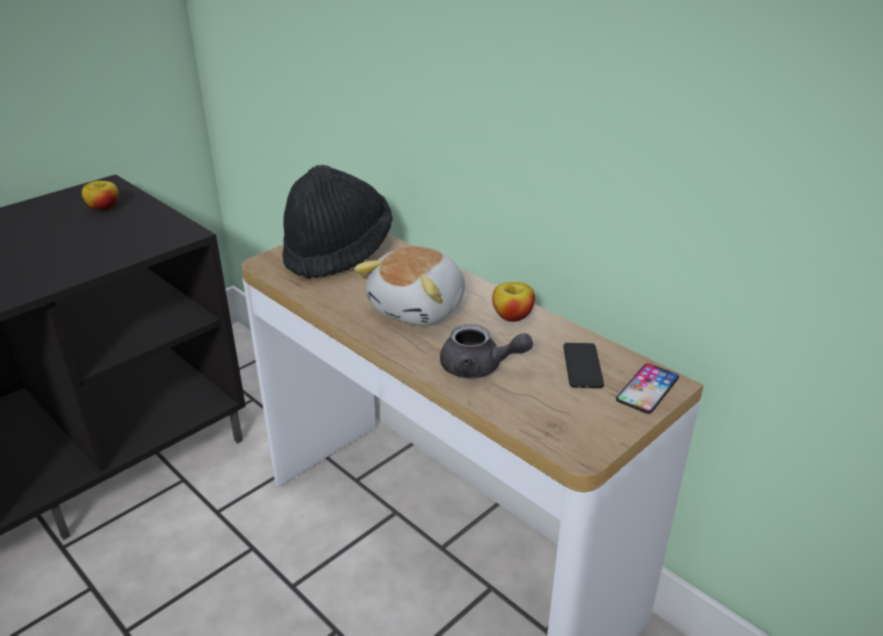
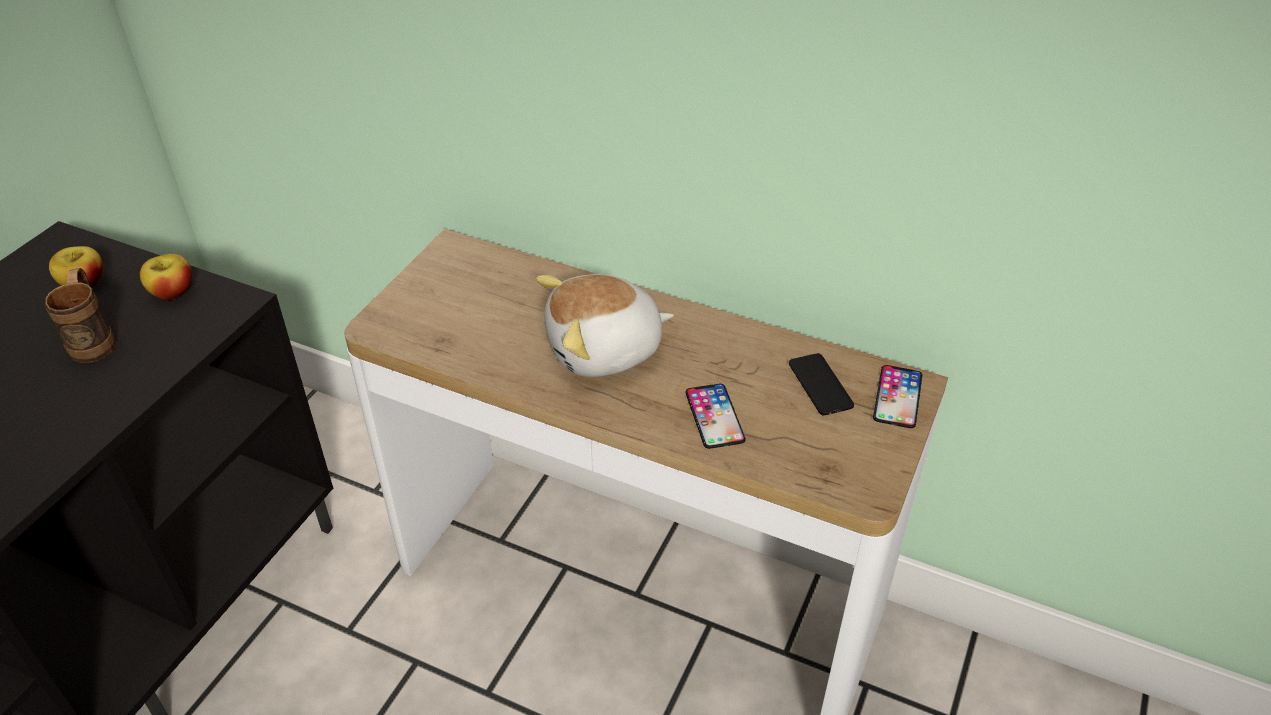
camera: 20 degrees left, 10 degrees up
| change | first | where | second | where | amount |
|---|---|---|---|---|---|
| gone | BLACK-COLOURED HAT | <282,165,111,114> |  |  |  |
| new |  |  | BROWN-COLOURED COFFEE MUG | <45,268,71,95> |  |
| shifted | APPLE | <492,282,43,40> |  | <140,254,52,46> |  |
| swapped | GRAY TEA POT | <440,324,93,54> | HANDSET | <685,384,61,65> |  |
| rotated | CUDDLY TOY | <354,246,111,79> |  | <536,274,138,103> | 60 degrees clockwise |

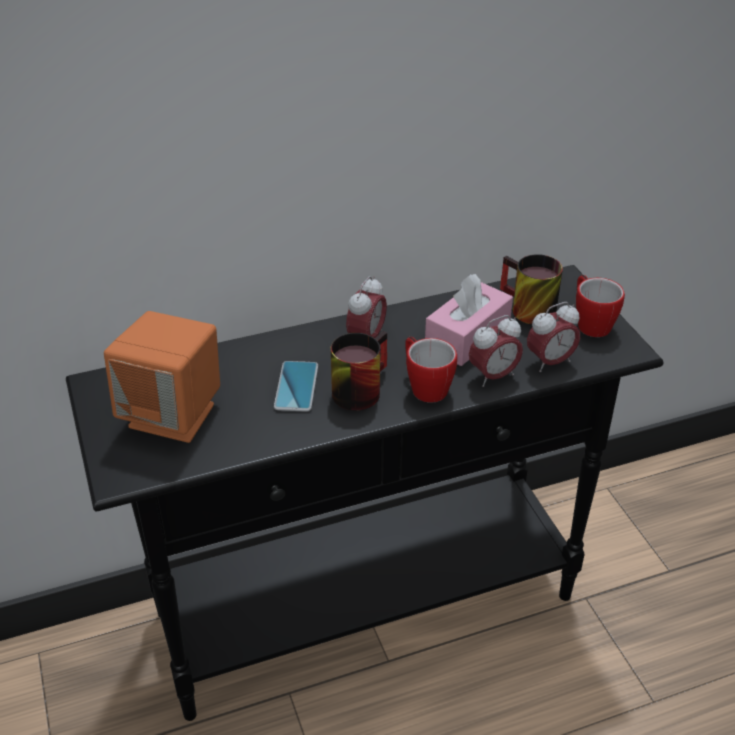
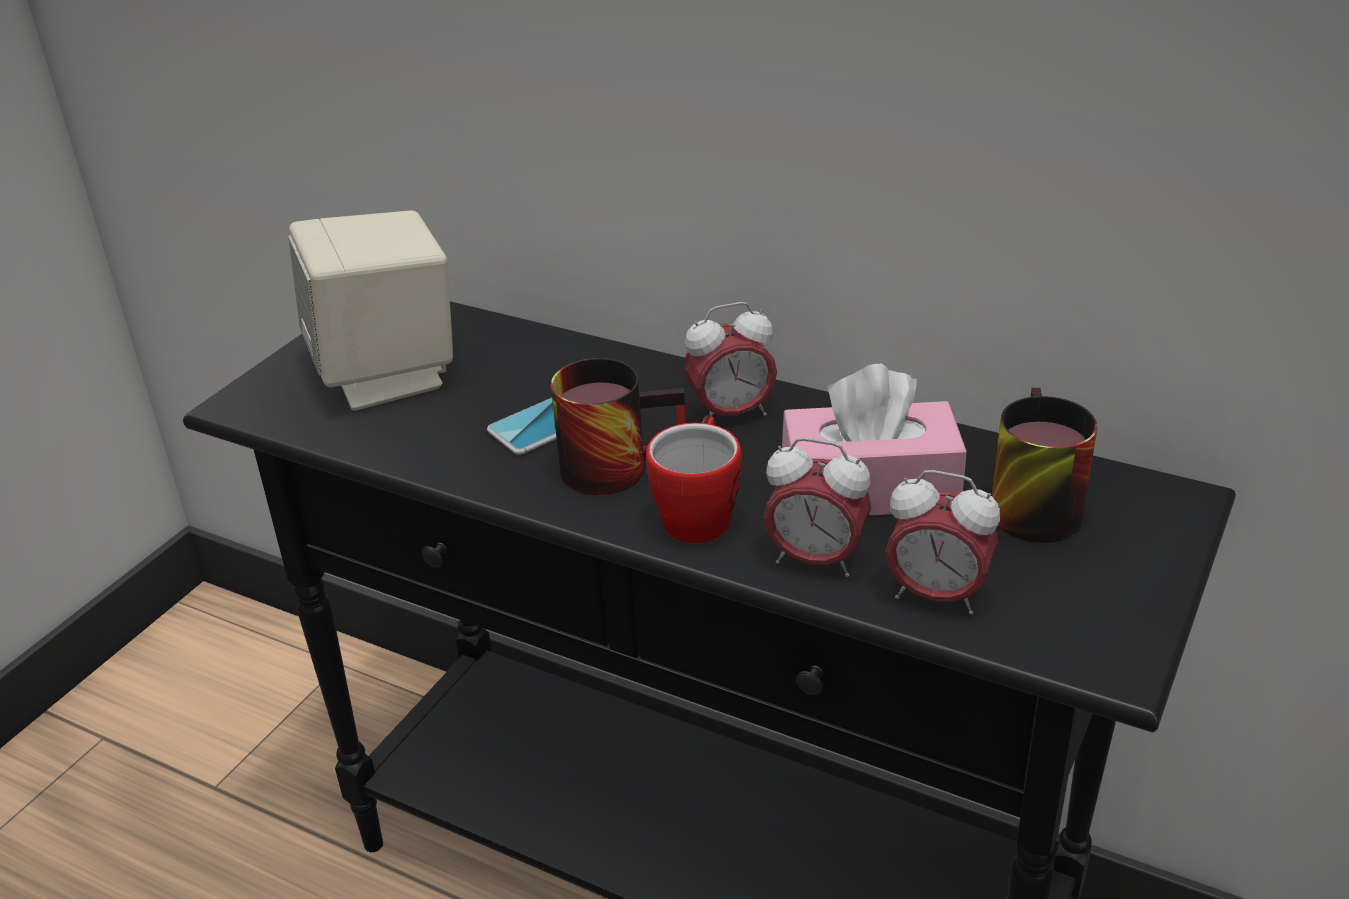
camera: 50 degrees right, 5 degrees down
| change | first | where | second | where | amount |
|---|---|---|---|---|---|
| gone | COFFEE MUG | <576,275,49,62> |  |  |  |
| repainted | ORANGE-COLOURED LOUDSPEAKER | <104,311,116,132> | BEIGE-COLOURED LOUDSPEAKER | <288,211,165,200> |  |

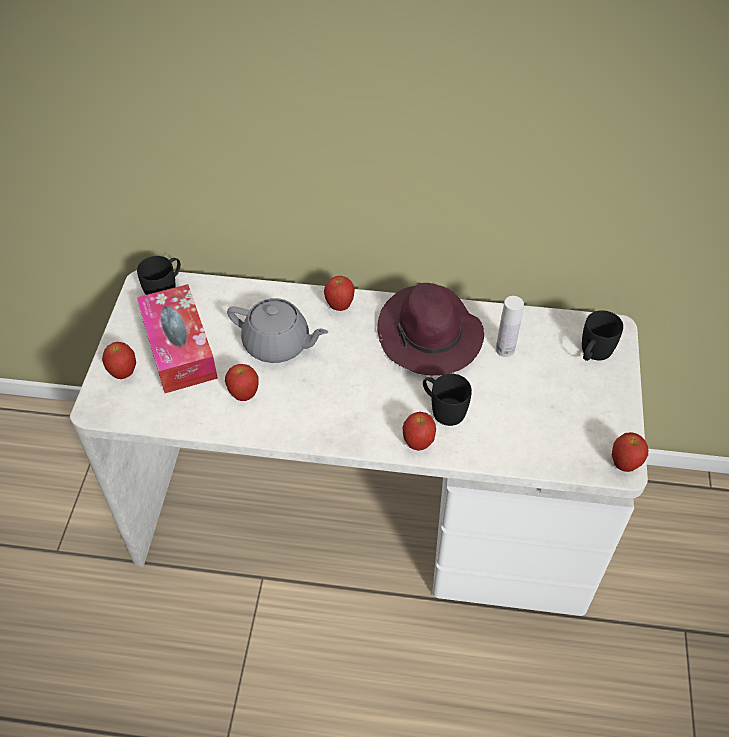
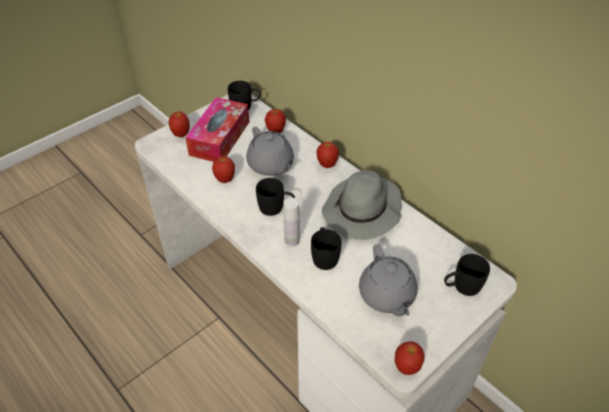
camera: 40 degrees right, 5 degrees down
| change | first | where | second | where | amount |
|---|---|---|---|---|---|
| new |  |  | BLACK-COLOURED COFFEE MUG | <256,178,39,38> |  |
| new |  |  | GRAY TEA POT | <359,244,58,72> |  |
| shifted | APPLE | <403,412,33,39> |  | <265,109,21,24> |  |
| shifted | WHITE DRINK BOTTLE | <496,296,28,61> |  | <284,198,16,49> |  |
| repainted | PURPLE-COLOURED HAT | <377,283,107,93> | GRAY HAT | <322,171,80,69> |  |

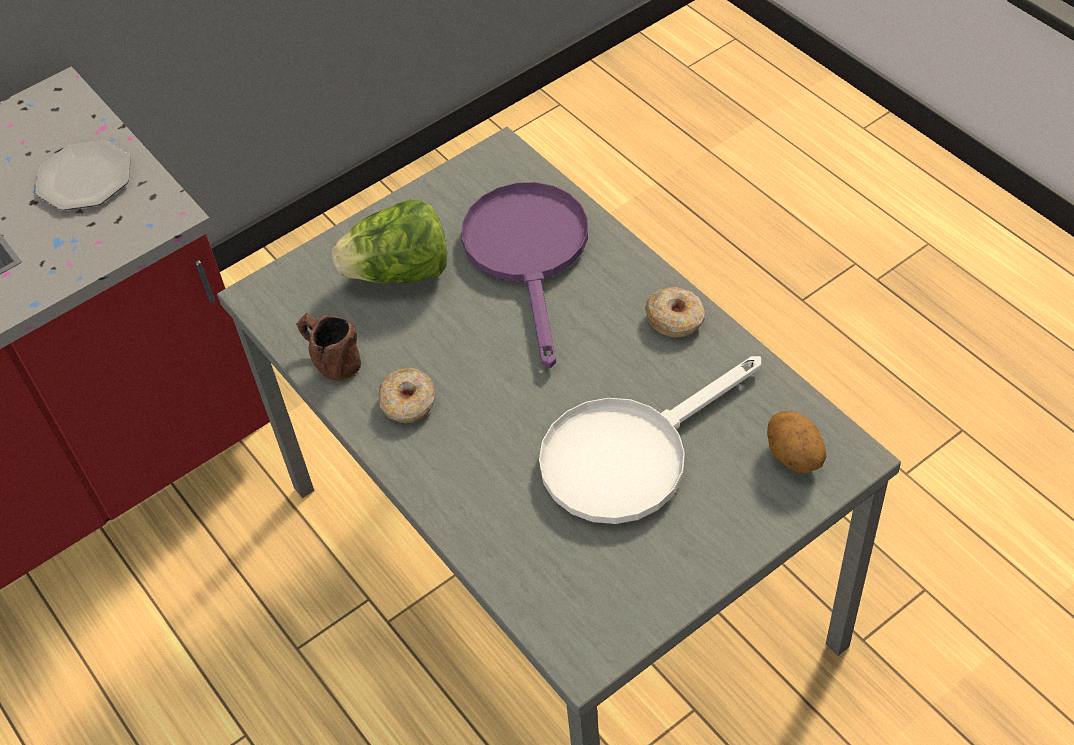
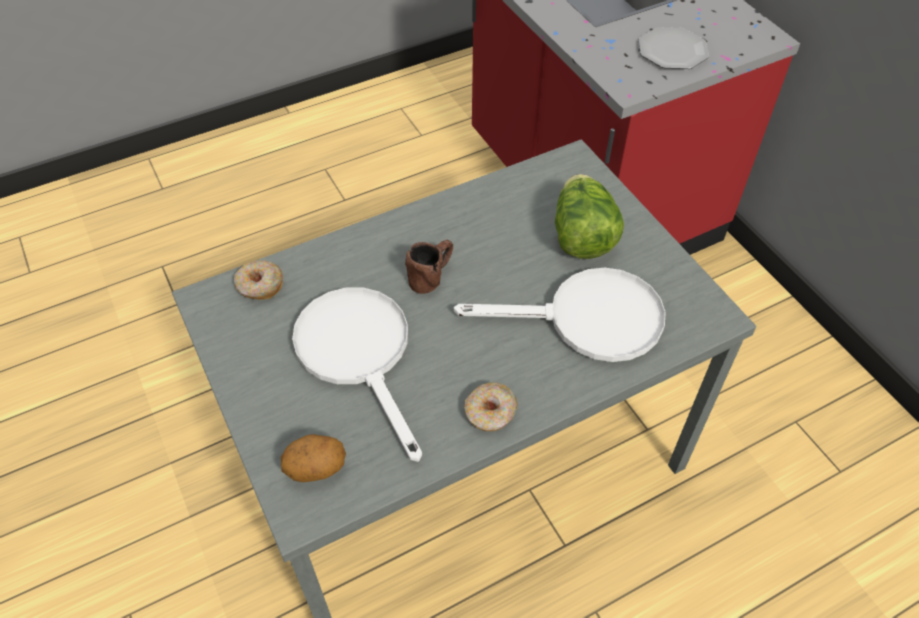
camera: 95 degrees right, 0 degrees up
| change | first | where | second | where | amount |
|---|---|---|---|---|---|
| shifted | BROWN-COLOURED COFFEE MUG | <296,313,65,68> |  | <405,239,48,55> |  |
| shifted | DOUGHNUT | <379,368,56,56> |  | <234,261,49,39> |  |
| repainted | PURPLE-COLOURED SKILLET | <461,182,127,186> | WHITE SKILLET | <454,268,212,94> |  |

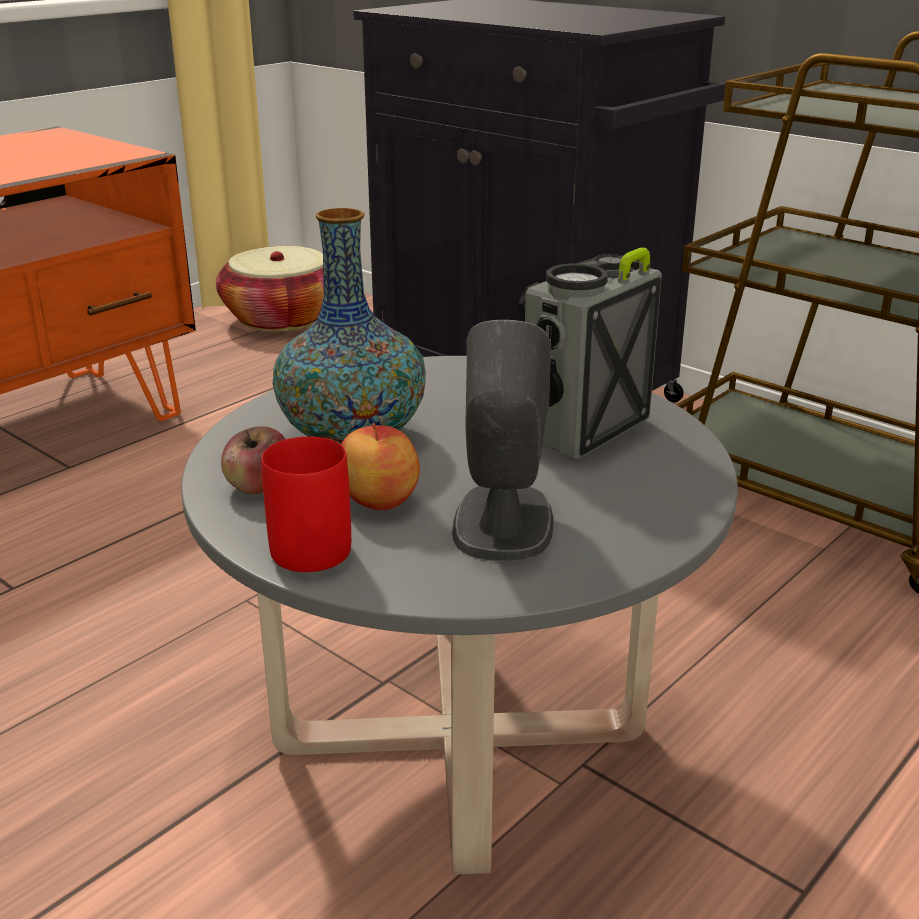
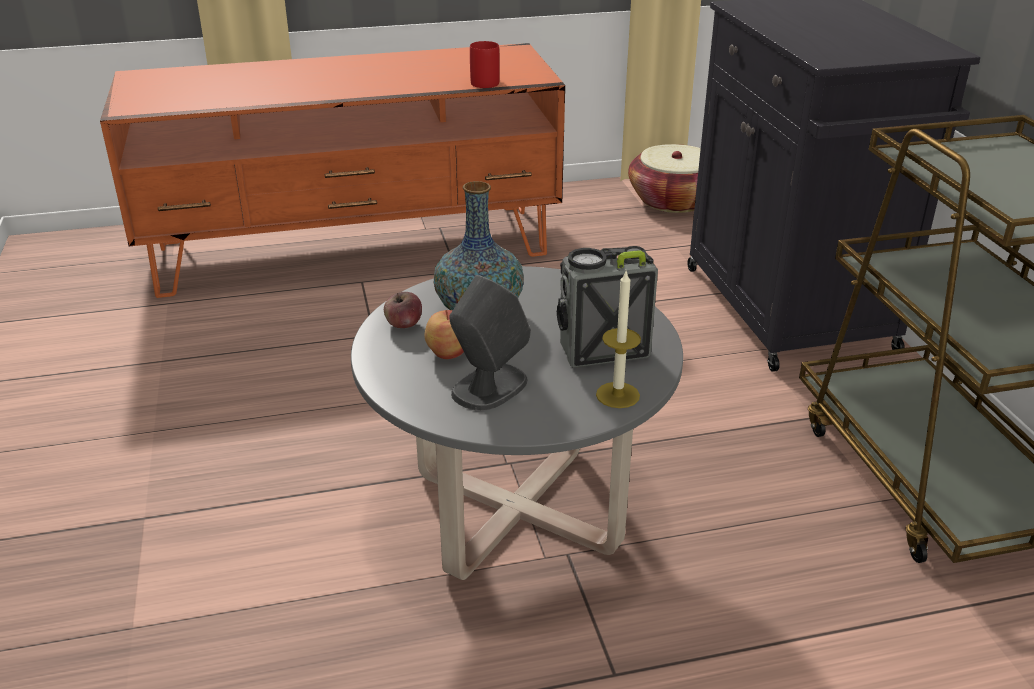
camera: 35 degrees right, 5 degrees up
| change | first | where | second | where | amount |
|---|---|---|---|---|---|
| new |  |  | CANDLE | <596,271,45,137> |  |
| shifted | REDDISH COFFEE MUG | <262,436,89,136> |  | <470,41,30,47> |  |

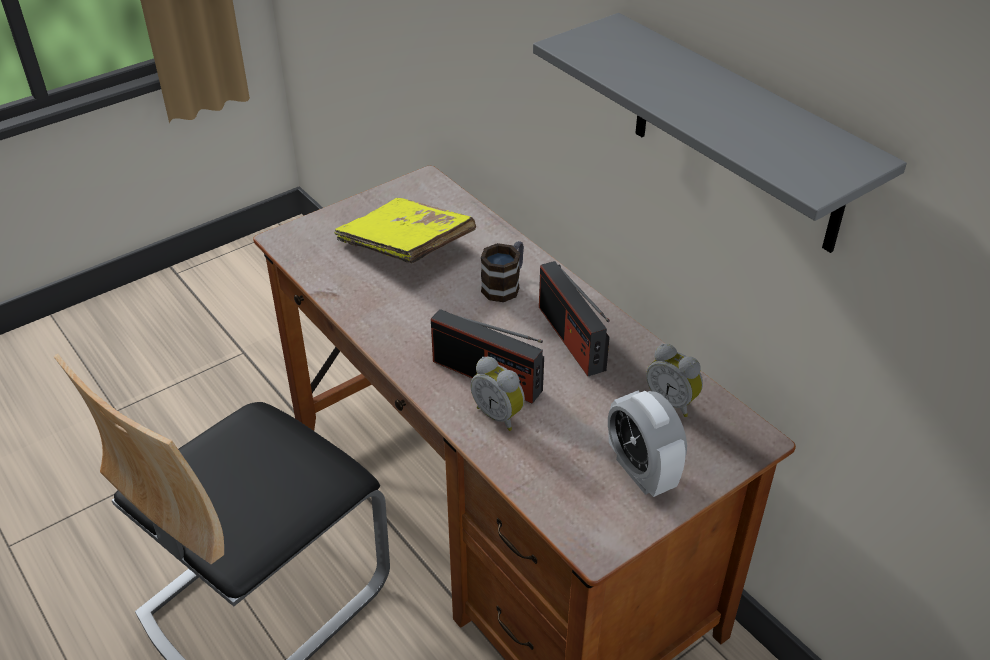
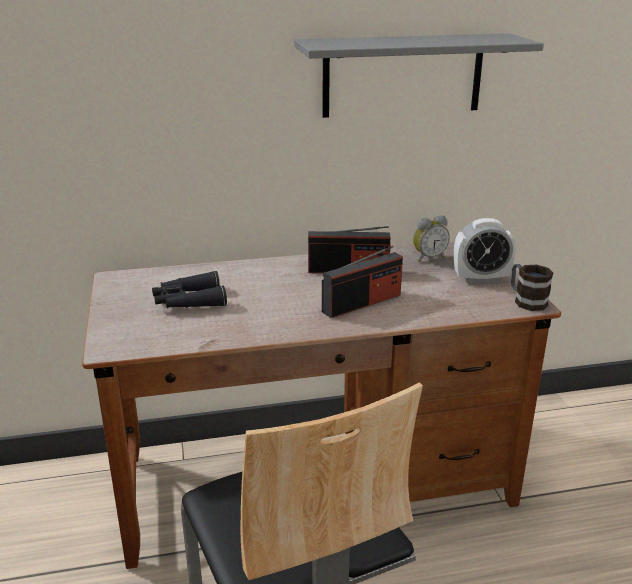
camera: 65 degrees left, 15 degrees down
| change | first | where | second | where | amount |
|---|---|---|---|---|---|
| gone | BEDSIDE CLOCK | <470,357,55,74> |  |  |  |
| shifted | COFFEE MUG | <481,241,43,61> |  | <511,264,42,47> |  |
| swapped | YELLOW BOOK | <334,198,142,66> | BLACK-COLOURED FIELD GLASSES | <152,271,75,37> |  |

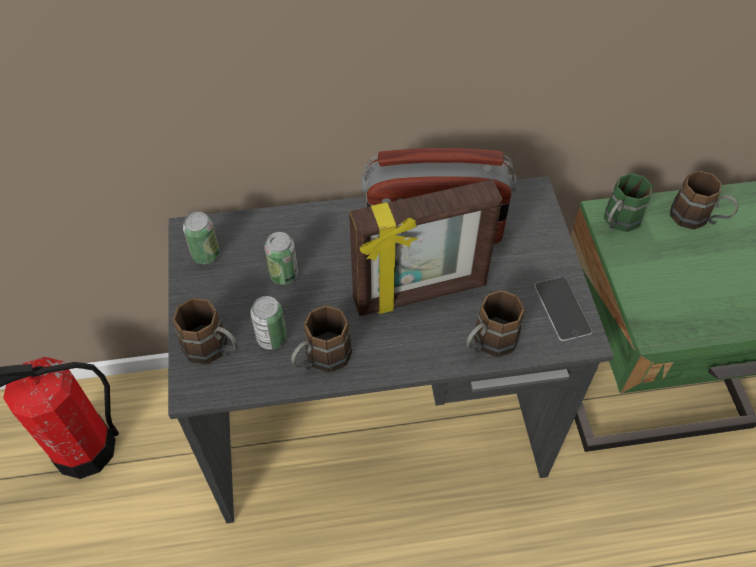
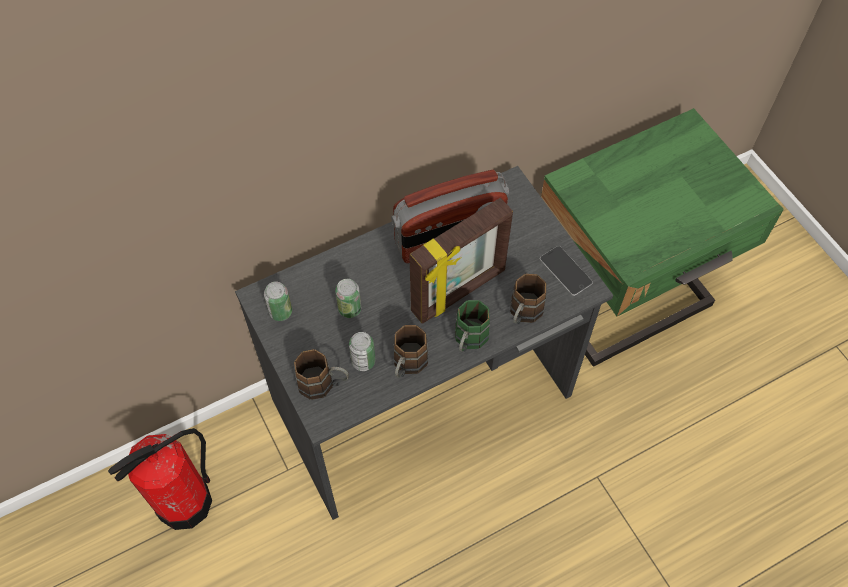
camera: 20 degrees left, 5 degrees up
| change | first | where | second | where | amount |
|---|---|---|---|---|---|
| gone | BROWN-COLOURED COFFEE MUG | <670,171,68,59> |  |  |  |
| shifted | GREEN-COLOURED COFFEE MUG | <604,173,49,59> |  | <455,300,35,52> |  |

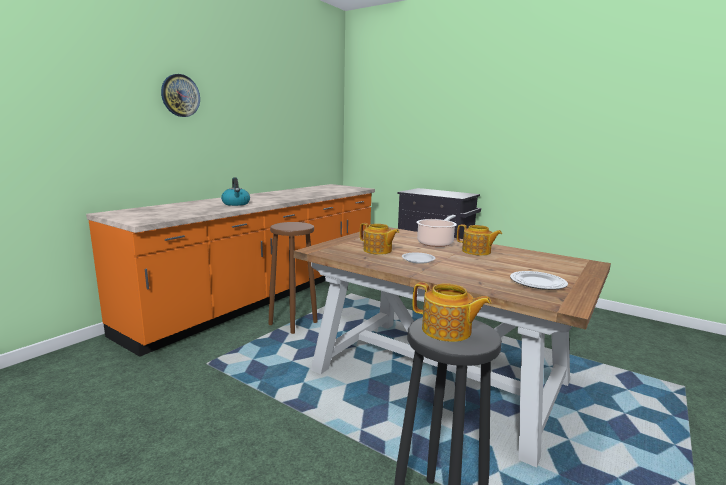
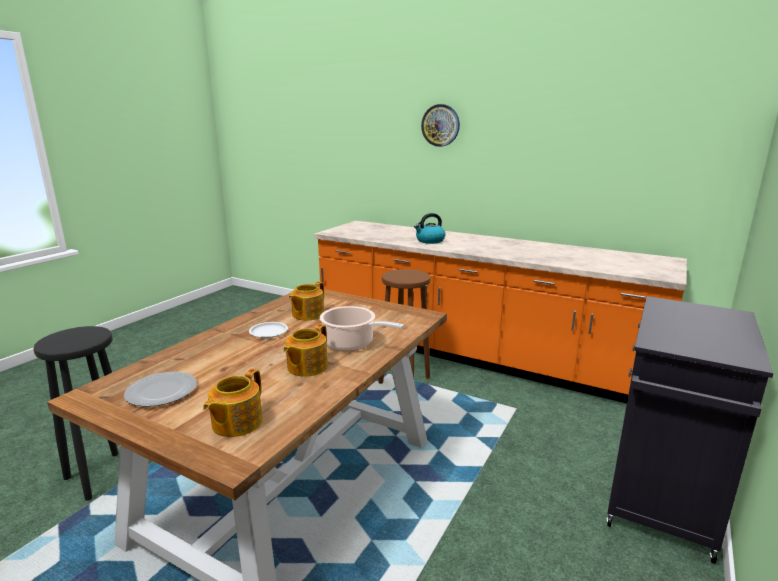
camera: 85 degrees right, 5 degrees up
| change | first | where | second | where | amount |
|---|---|---|---|---|---|
| shifted | TEA POT | <413,282,78,60> |  | <203,369,60,68> |  |

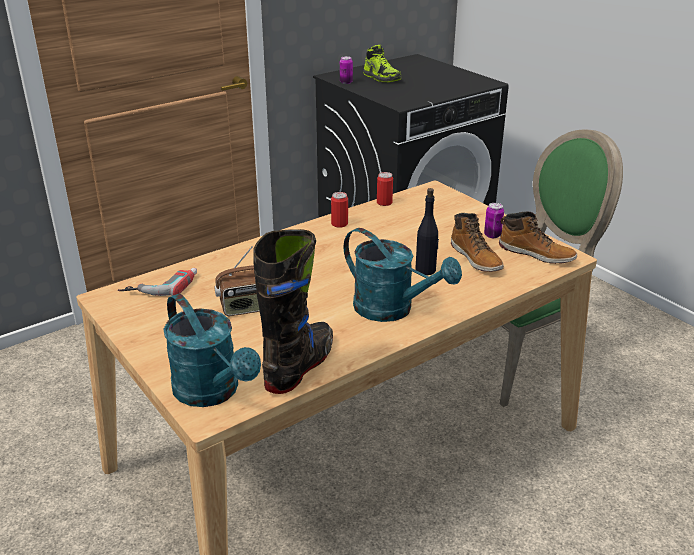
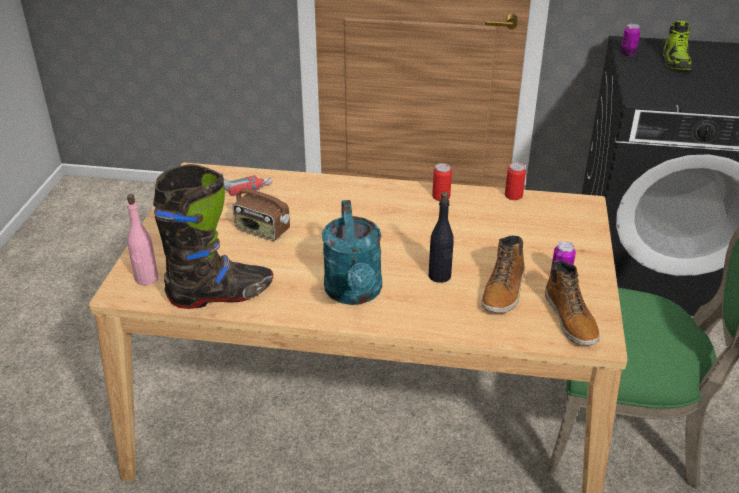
camera: 45 degrees right, 5 degrees up
| change | first | where | second | where | amount |
|---|---|---|---|---|---|
| swapped | TURQUOISE-COLOURED SPRINKLING CAN | <164,294,97,113> | PINK DRINK BOTTLE | <127,194,31,91> |  |

